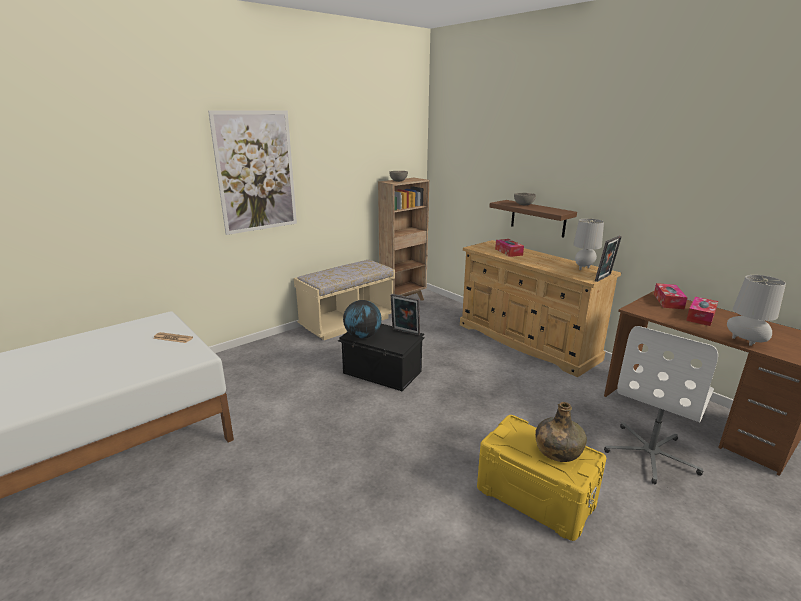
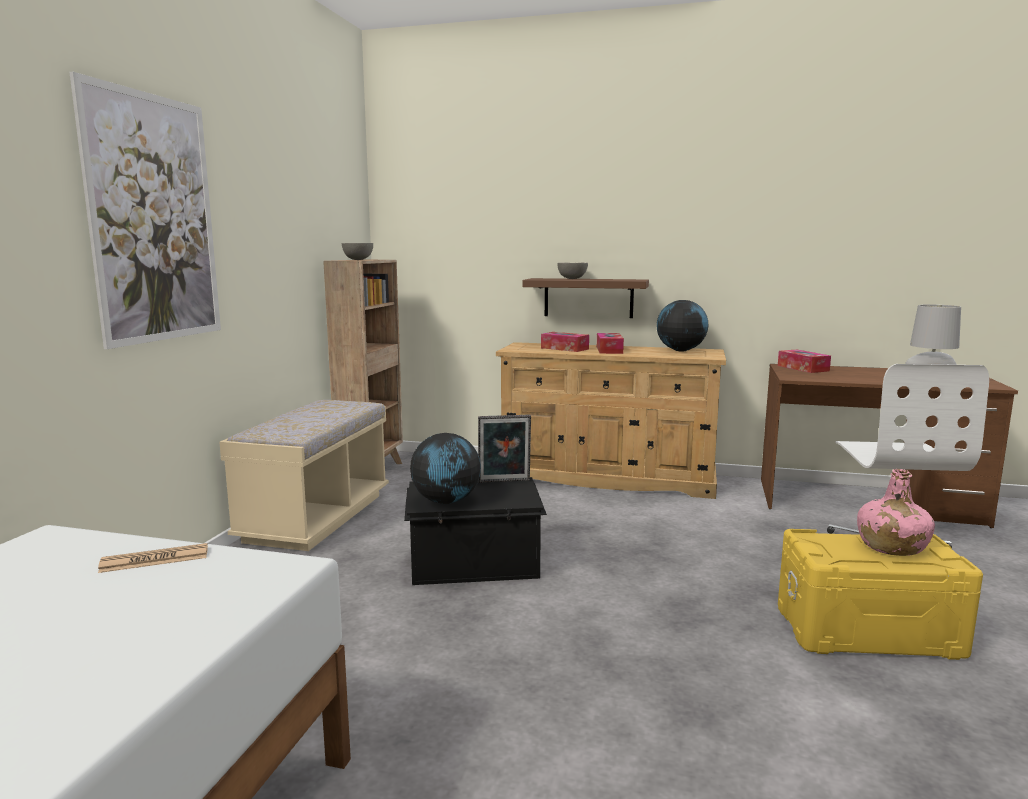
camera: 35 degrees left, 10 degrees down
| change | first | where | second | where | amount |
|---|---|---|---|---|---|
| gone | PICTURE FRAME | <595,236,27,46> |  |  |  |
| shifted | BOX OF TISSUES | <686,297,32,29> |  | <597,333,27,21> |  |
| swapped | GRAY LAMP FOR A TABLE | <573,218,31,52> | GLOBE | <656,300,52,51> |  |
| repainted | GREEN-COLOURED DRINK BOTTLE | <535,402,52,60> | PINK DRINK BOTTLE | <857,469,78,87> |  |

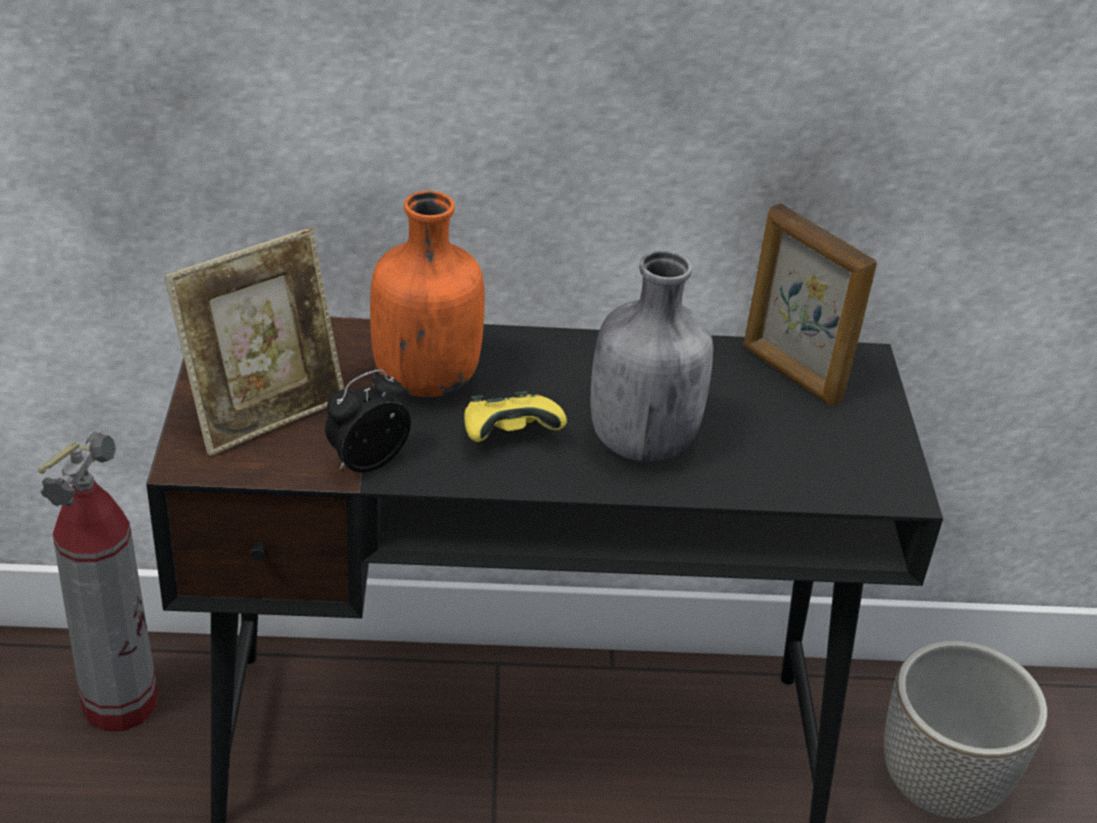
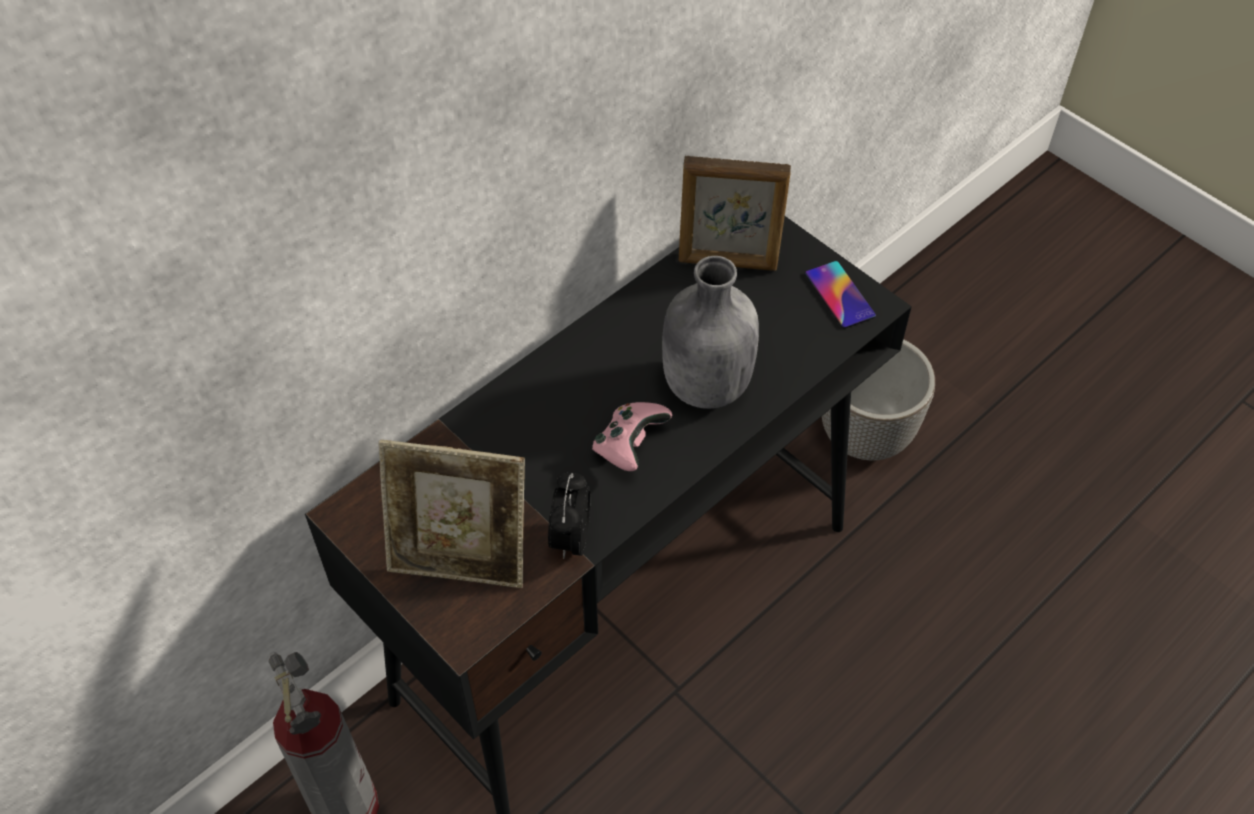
camera: 40 degrees left, 15 degrees up
| change | first | where | second | where | amount |
|---|---|---|---|---|---|
| gone | ORANGE-COLOURED DRINK BOTTLE | <370,191,115,206> |  |  |  |
| new |  |  | HANDSET | <805,261,71,68> |  |
| repainted | YELLOW GAMEPAD | <464,391,103,51> | PINK GAMEPAD | <592,402,80,69> |  |
| rotated | PICTURE FRAME | <164,228,180,228> |  | <378,440,147,148> | 90 degrees clockwise |

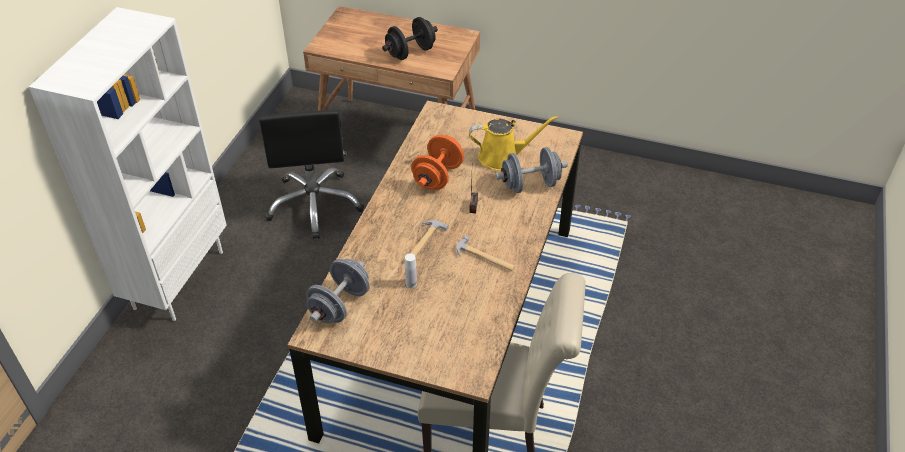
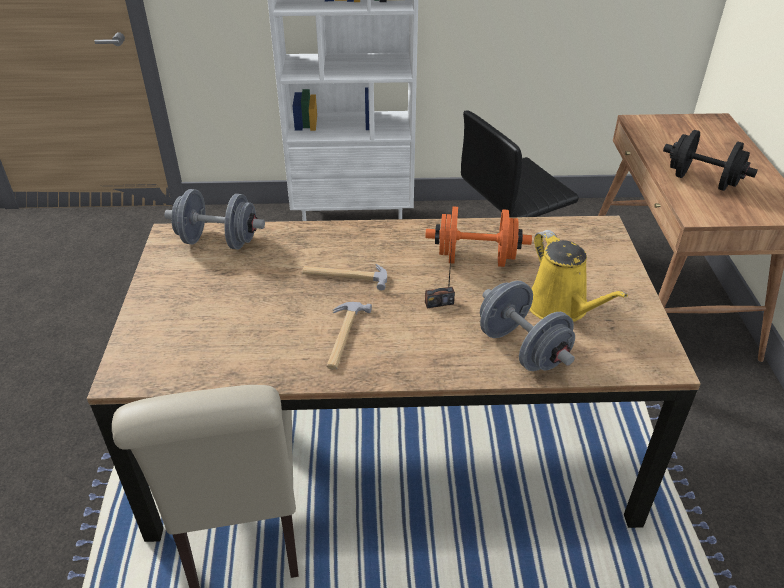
camera: 70 degrees right, 5 degrees down
| change | first | where | second | where | amount |
|---|---|---|---|---|---|
| gone | WHITE DRINK BOTTLE | <405,253,12,35> |  |  |  |

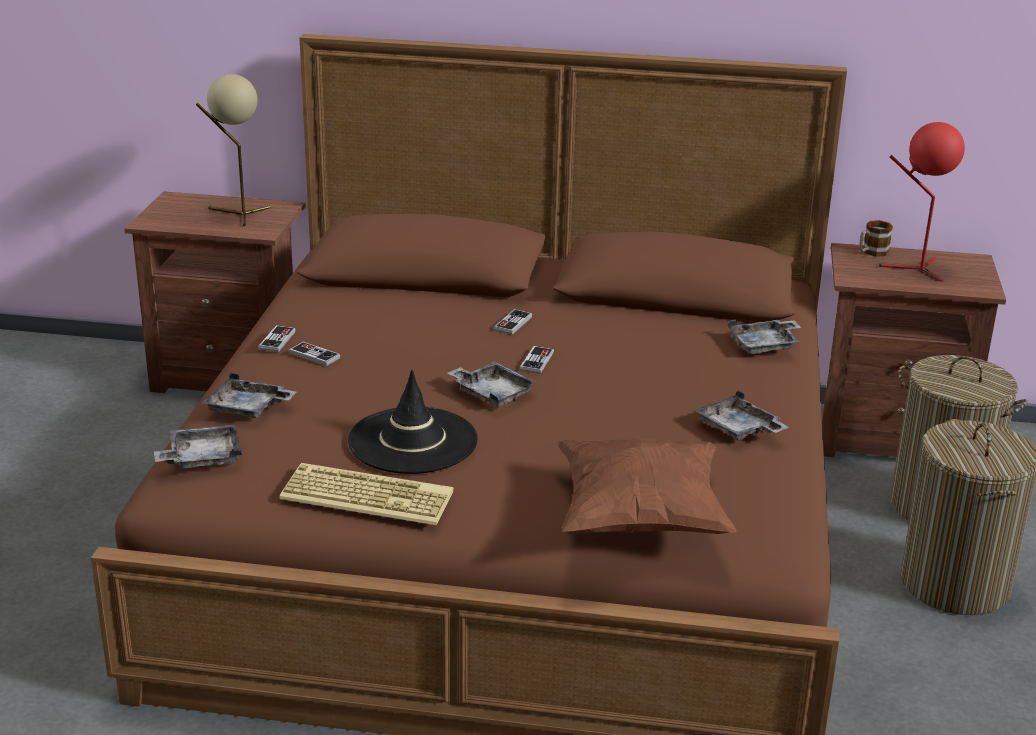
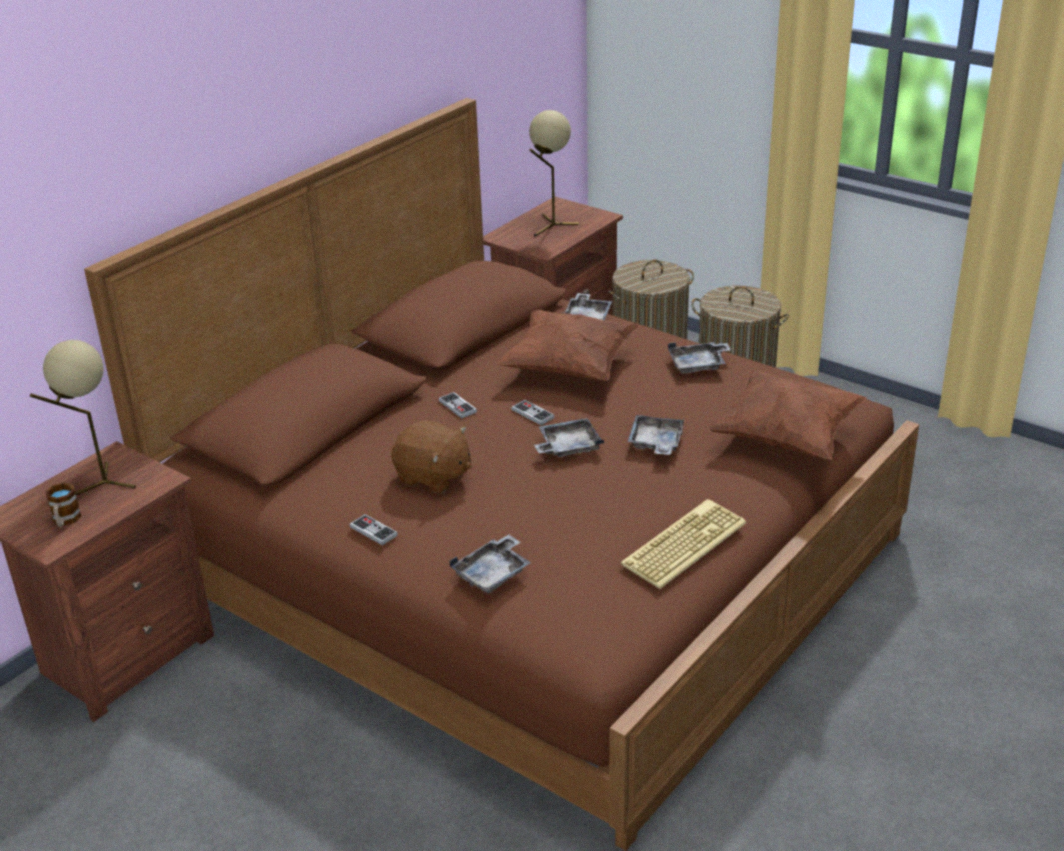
camera: 60 degrees left, 5 degrees up
| change | first | where | second | where | amount |
|---|---|---|---|---|---|
| gone | GAMEPAD | <289,342,51,24> |  |  |  |
| gone | BLACK-COLOURED HAT | <348,370,130,104> |  |  |  |
| new |  |  | BROWN-COLOURED CUDDLY TOY | <391,420,81,74> |  |
| new |  |  | BROWN-COLOURED CUSHION | <497,310,142,72> |  |
| shifted | GRAY CARRYING TRAY | <154,425,88,43> |  | <627,415,58,40> |  |
| shifted | COFFEE MUG | <859,220,34,37> |  | <45,482,36,45> |  |
| repainted | REDDISH LAMP FOR A TABLE | <879,122,86,160> | BEIGE-COLOURED LAMP FOR A TABLE | <529,110,50,126> |  |

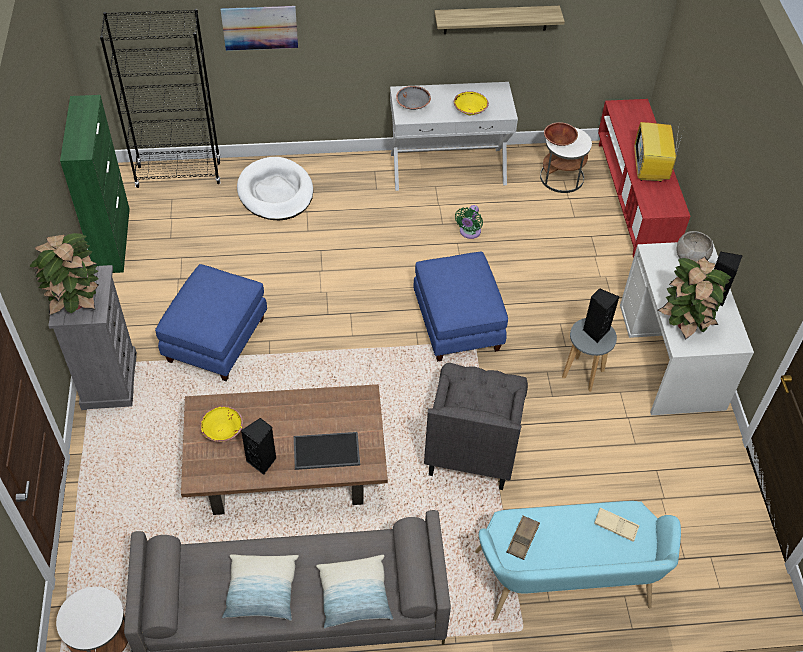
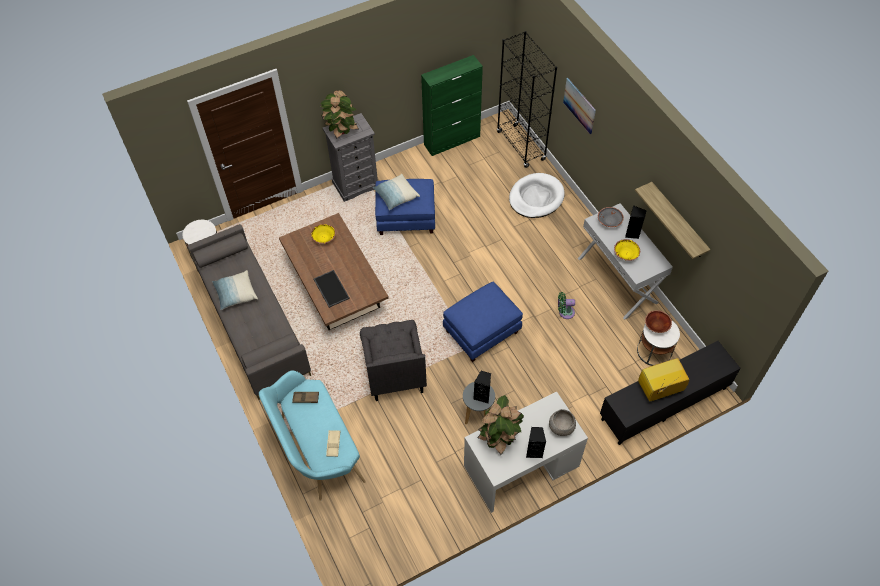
camera: 70 degrees right, 5 degrees up
| change | first | where | second | where | amount |
|---|---|---|---|---|---|
| shifted | BLACK-COLOURED LOUDSPEAKER | <241,418,35,57> |  | <625,206,22,33> |  |
| shifted | CUSHION | <316,555,77,73> |  | <372,174,48,36> |  |
| repainted | REDDISH TV UNIT | <598,99,92,159> | BLACK-COLOURED TV UNIT | <600,341,141,104> |  |
| rotated | GRAY LOUNGE CHAIR | <424,363,104,127> |  | <360,320,67,81> | 90 degrees counterclockwise |

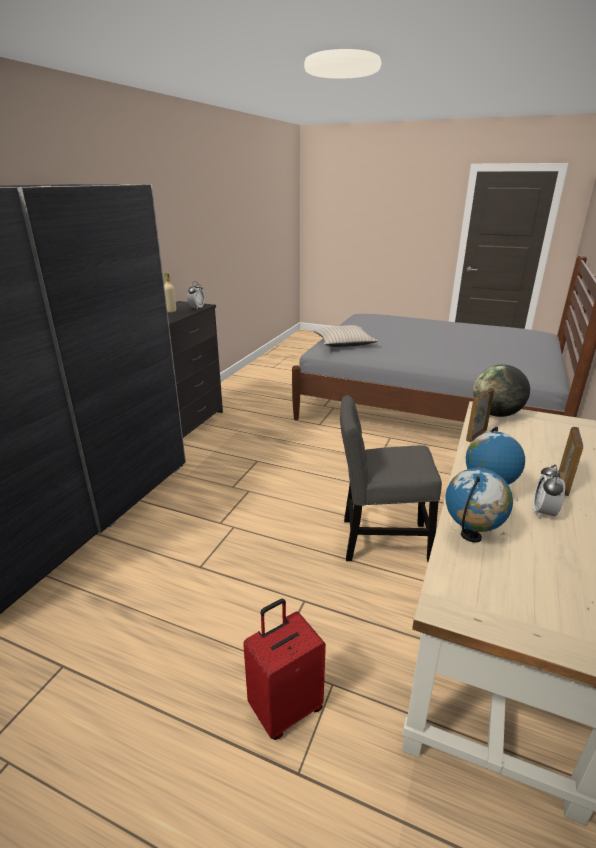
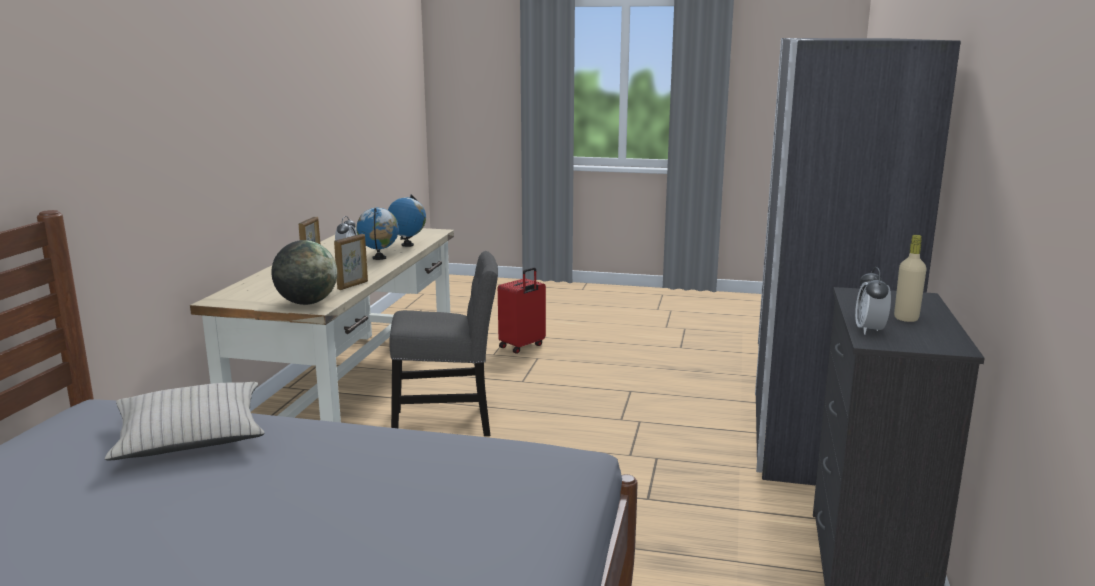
camera: 170 degrees right, 10 degrees down
| change | first | where | second | where | amount |
|---|---|---|---|---|---|
| shifted | BEIGE-COLOURED CUSHION | <313,325,65,22> |  | <105,382,160,78> |  |

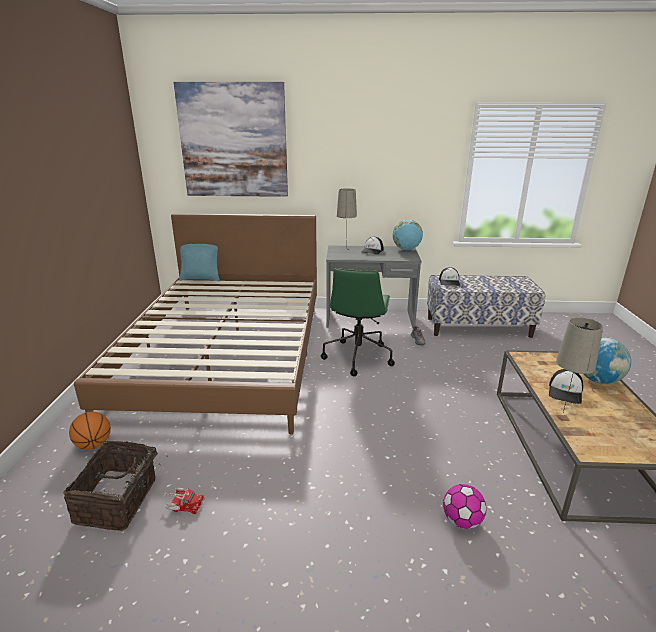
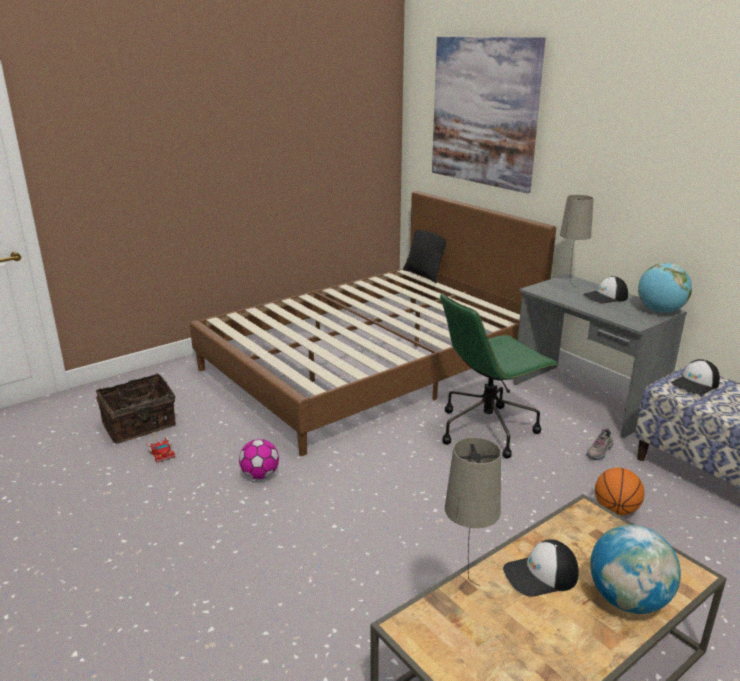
camera: 50 degrees right, 0 degrees up
| change | first | where | second | where | amount |
|---|---|---|---|---|---|
| shifted | BALL FOR BASKETBALL | <69,412,42,38> |  | <595,468,50,47> |  |
| shifted | FOOTBALL BALL | <443,484,43,45> |  | <239,439,40,40> |  |
| repainted | TURQUOISE-COLOURED CUSHION | <179,244,41,37> | BLACK-COLOURED CUSHION | <403,230,43,53> |  |

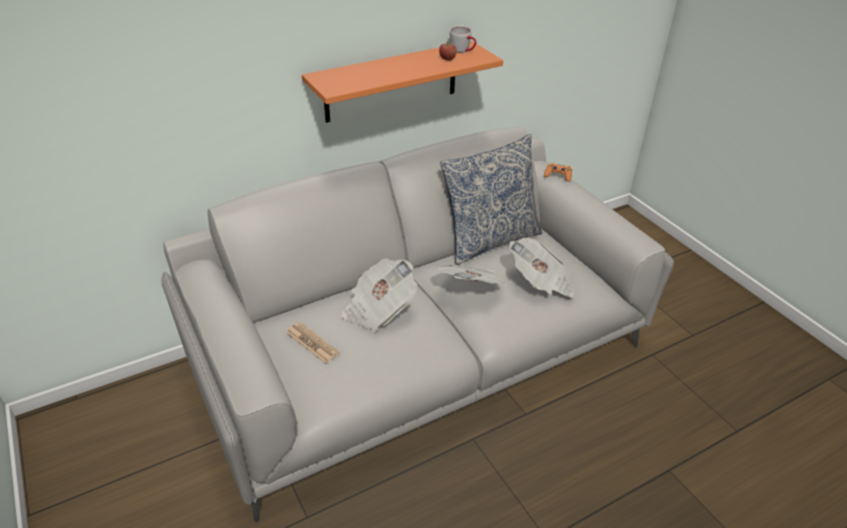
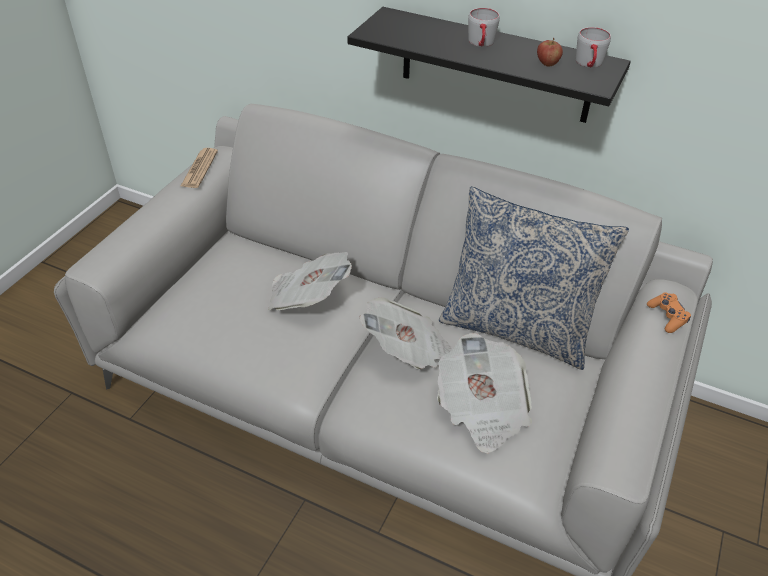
camera: 55 degrees right, 5 degrees up
| change | first | where | second | where | amount |
|---|---|---|---|---|---|
| new |  |  | GRAY COFFEE MUG | <468,8,32,39> |  |
| shifted | DAILY PAPER | <286,322,54,42> |  | <181,148,37,40> |  |
| repainted | ORANGE-COLOURED SHELF | <302,41,201,82> | BLACK-COLOURED SHELF | <347,7,284,116> |  |

